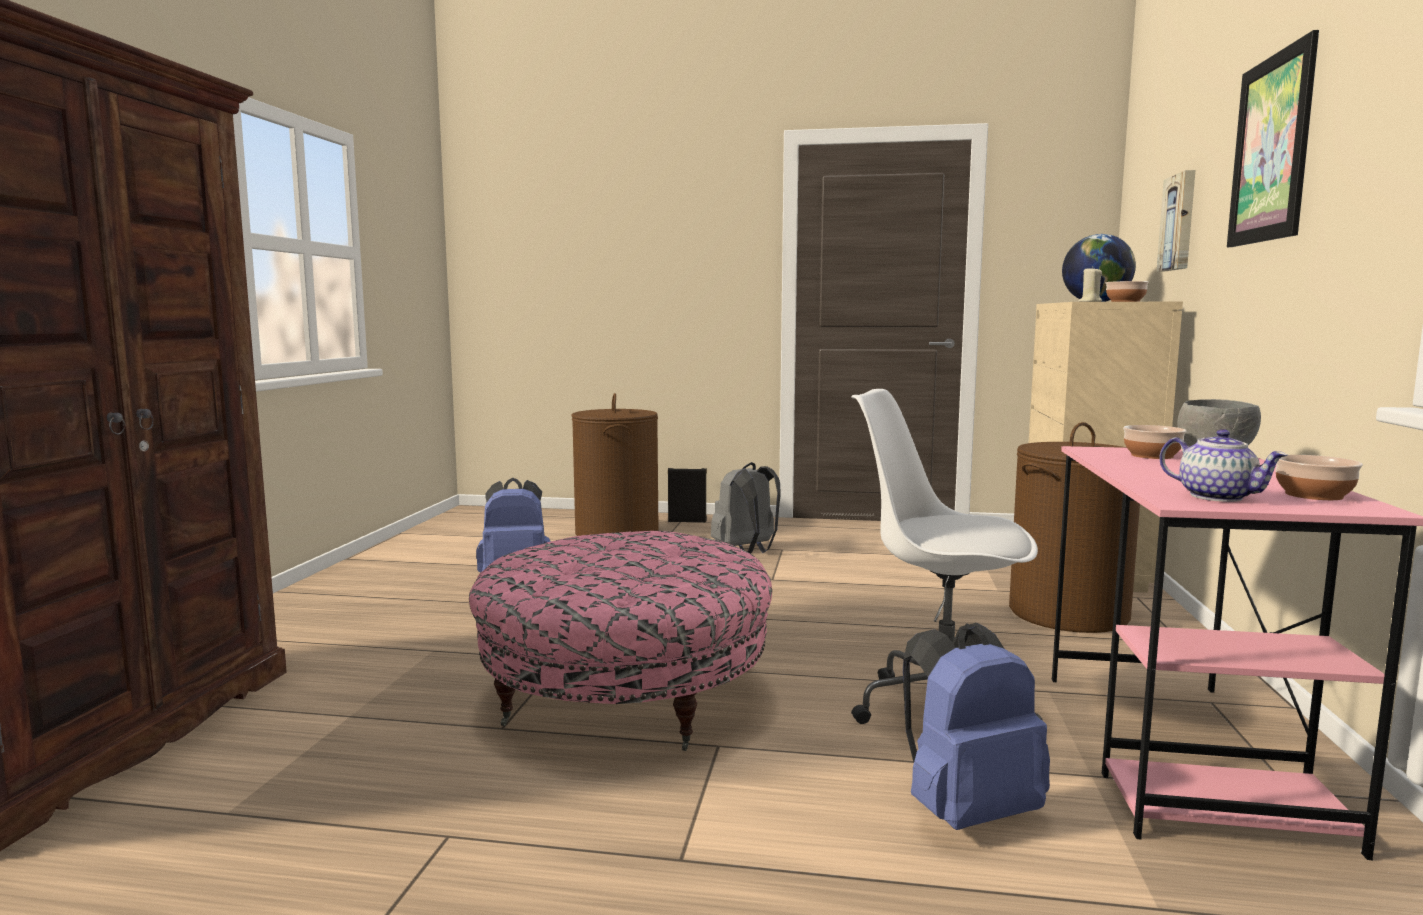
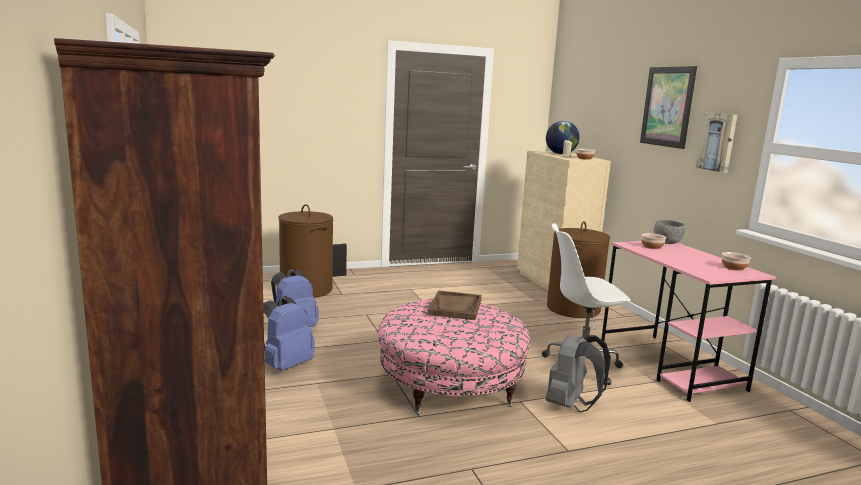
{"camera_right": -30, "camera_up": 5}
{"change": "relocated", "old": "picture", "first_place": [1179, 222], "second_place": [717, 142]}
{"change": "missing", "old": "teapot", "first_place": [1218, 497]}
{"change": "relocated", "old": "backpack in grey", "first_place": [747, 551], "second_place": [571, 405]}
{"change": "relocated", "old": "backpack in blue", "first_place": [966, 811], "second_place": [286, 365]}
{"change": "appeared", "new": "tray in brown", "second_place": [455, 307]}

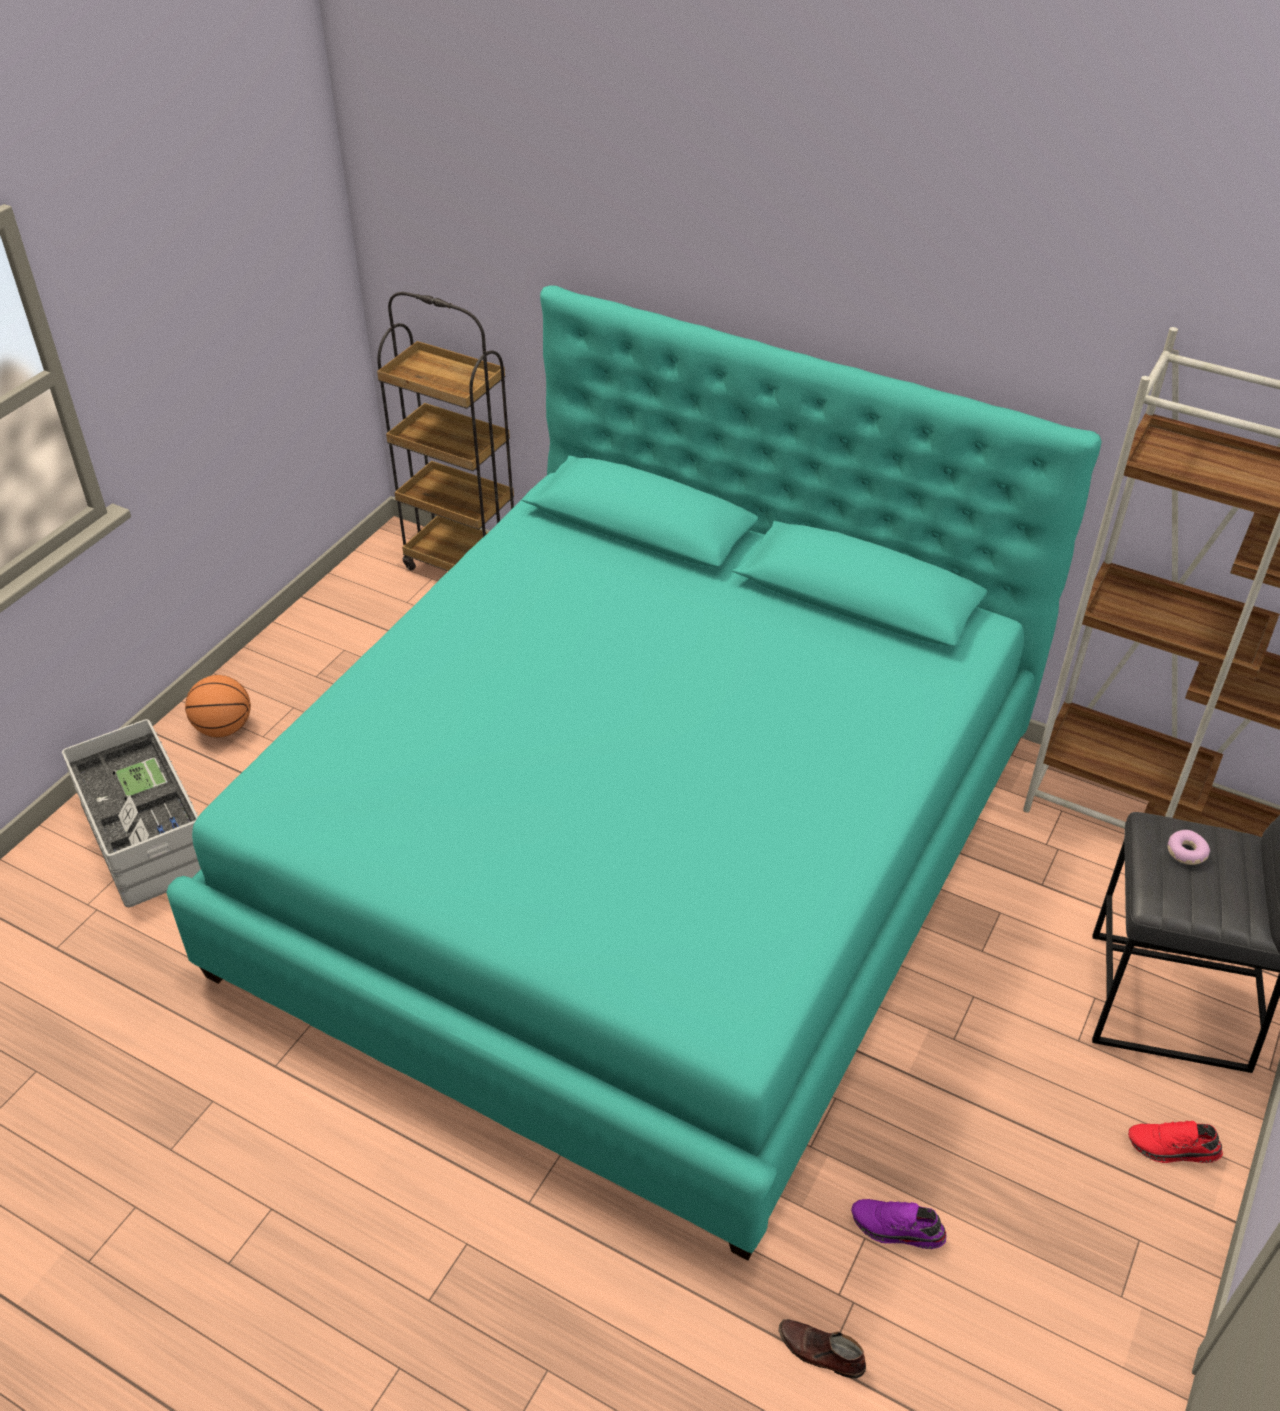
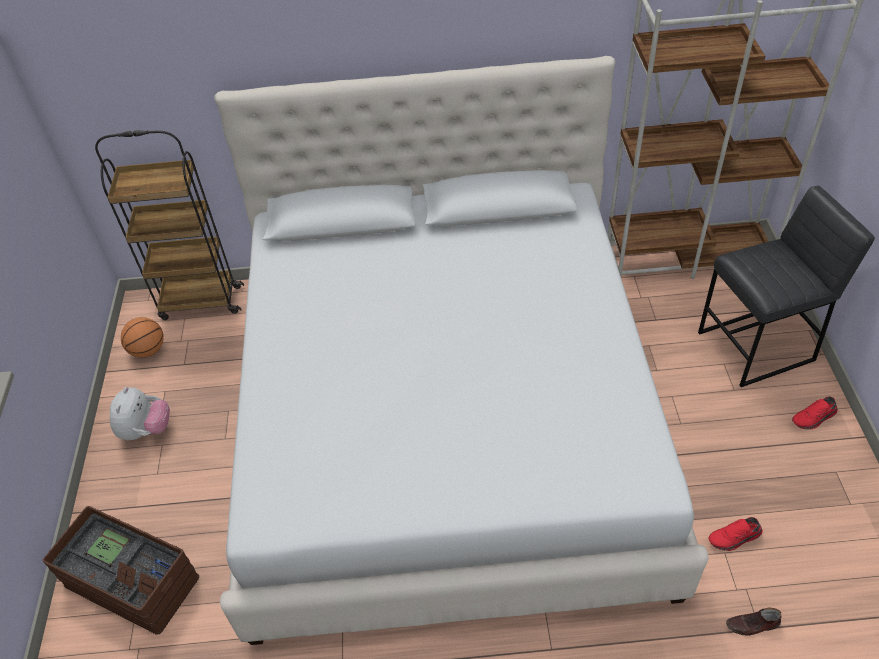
{"camera_right": -30, "camera_up": 5}
{"change": "colour", "old": "bed in turquoise", "new": "bed in white", "first_place": [641, 851], "second_place": [446, 415]}
{"change": "relocated", "old": "basketball", "first_place": [224, 728], "second_place": [148, 350]}
{"change": "colour", "old": "storage box in grey", "new": "storage box in brown", "first_place": [148, 834], "second_place": [132, 579]}
{"change": "missing", "old": "donut", "first_place": [1186, 852]}
{"change": "colour", "old": "shoe in purple", "new": "shoe in red", "first_place": [896, 1229], "second_place": [734, 538]}
{"change": "appeared", "new": "plush toy", "second_place": [146, 430]}

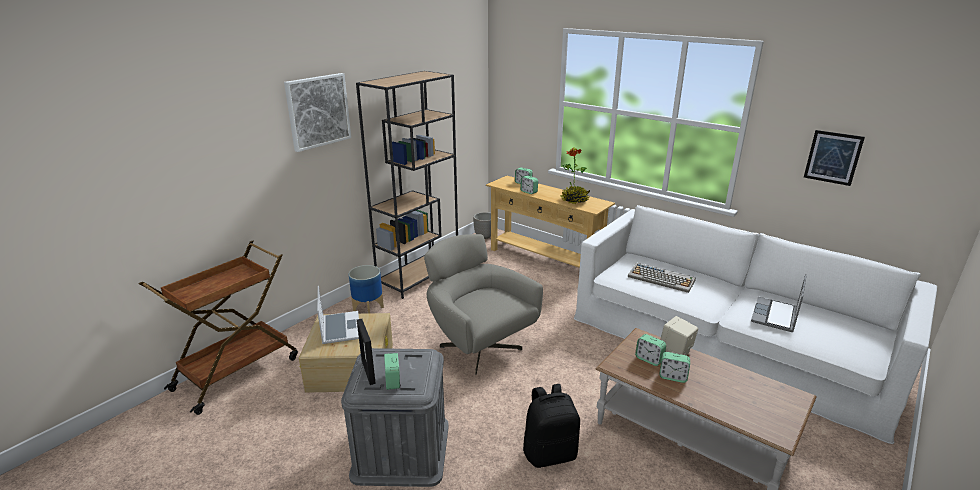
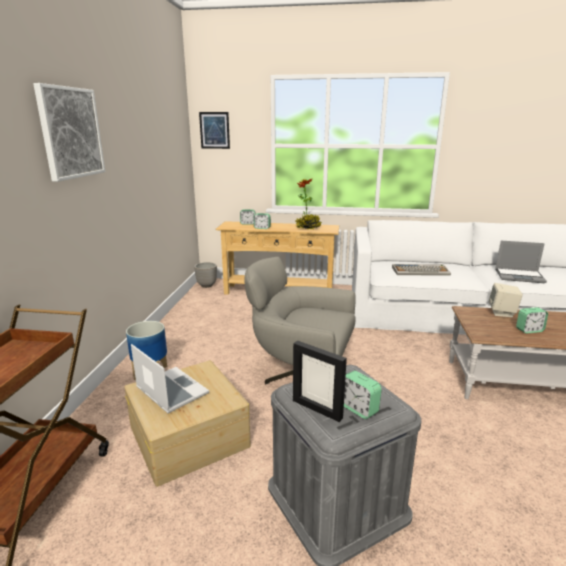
{"camera_right": -30, "camera_up": -5}
{"change": "missing", "old": "bookcase", "first_place": [419, 276]}
{"change": "relocated", "old": "picture", "first_place": [833, 157], "second_place": [214, 130]}
{"change": "spun", "old": "laptop", "first_place": [775, 316], "second_place": [519, 276], "degrees": -75}
{"change": "missing", "old": "alarm clock", "first_place": [649, 359]}
{"change": "missing", "old": "backpack in black", "first_place": [550, 453]}

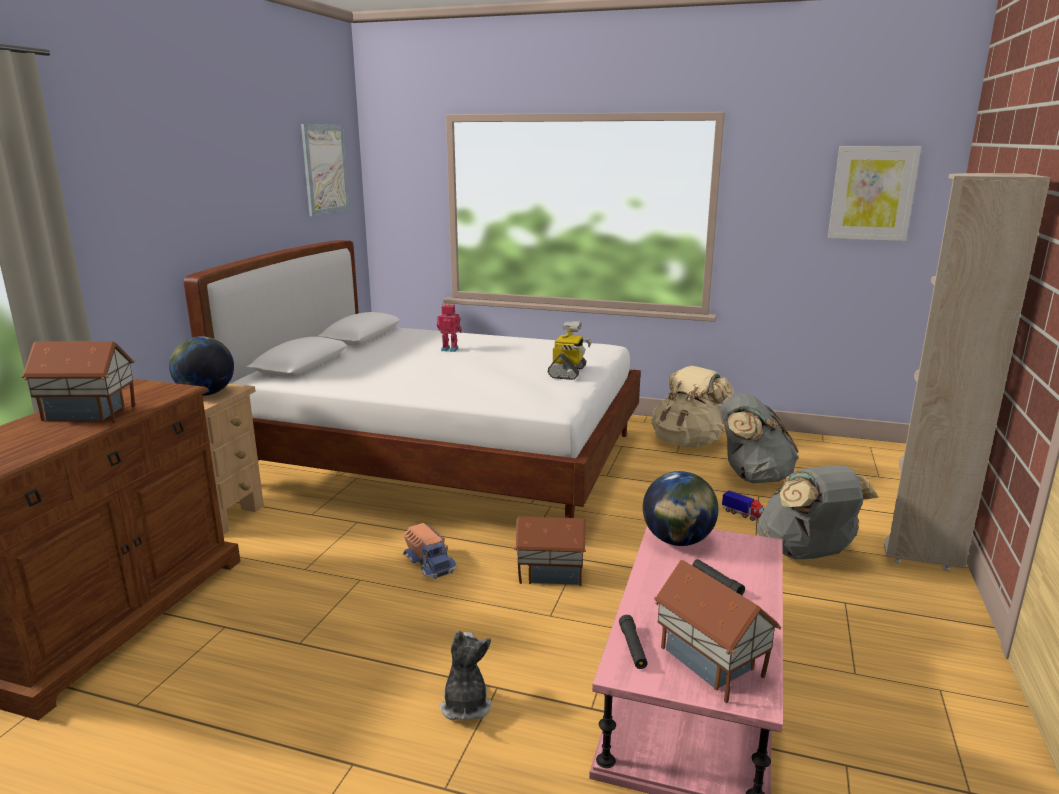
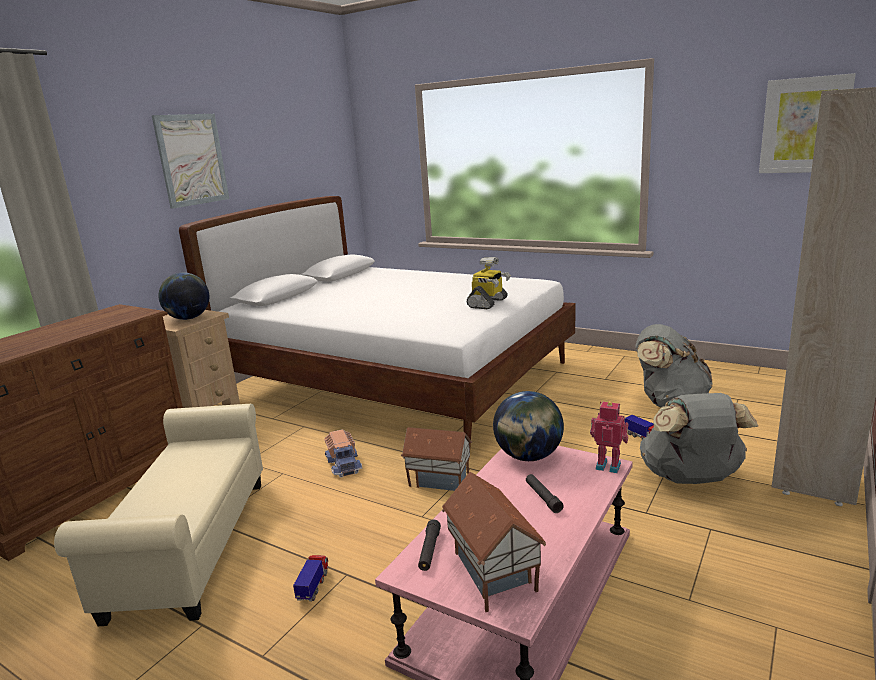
{"camera_right": 15, "camera_up": 0}
{"change": "relocated", "old": "picture", "first_place": [325, 169], "second_place": [192, 160]}
{"change": "relocated", "old": "toy robot", "first_place": [450, 349], "second_place": [608, 465]}
{"change": "missing", "old": "toy house", "first_place": [88, 414]}
{"change": "missing", "old": "backpack in beige", "first_place": [687, 442]}
{"change": "exchanged", "old": "plush toy", "new": "toy truck", "first_place": [465, 705], "second_place": [313, 586]}
{"change": "appeared", "new": "ottoman in beige", "second_place": [191, 544]}

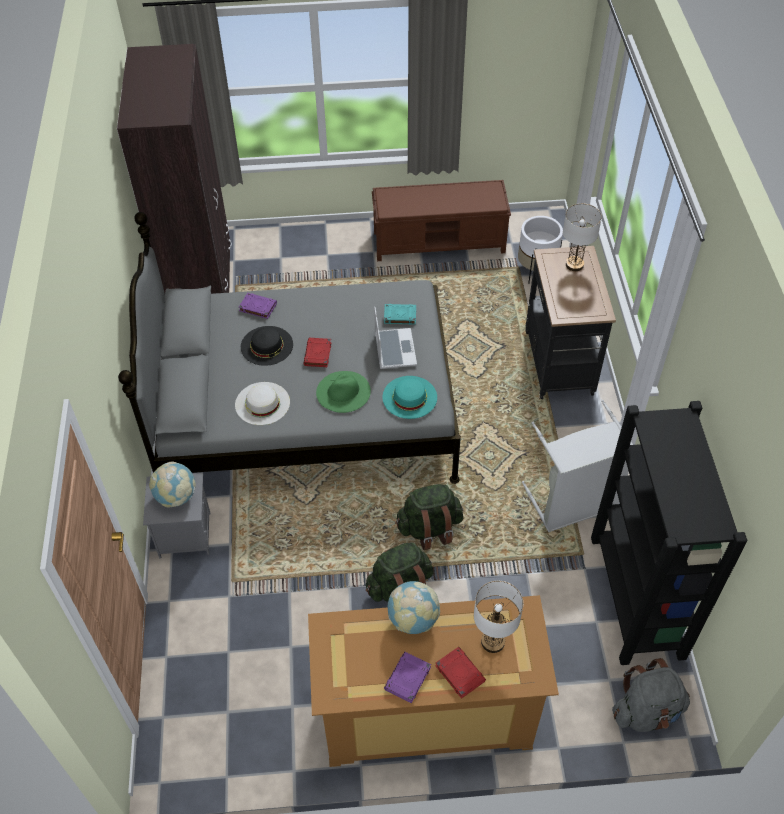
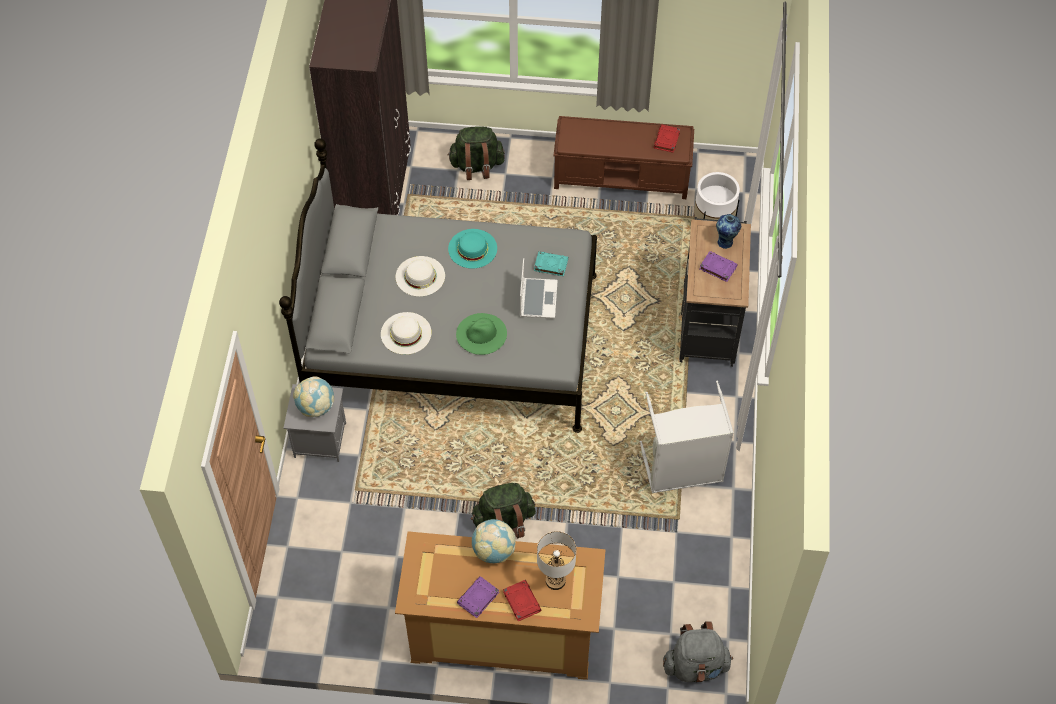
{"camera_right": 10, "camera_up": 5}
{"change": "exchanged", "old": "table lamp", "new": "vase", "first_place": [574, 265], "second_place": [726, 242]}
{"change": "relocated", "old": "book in purple", "first_place": [257, 307], "second_place": [717, 267]}
{"change": "colour", "old": "hat in black", "new": "hat in white", "first_place": [267, 345], "second_place": [420, 276]}
{"change": "relocated", "old": "book in red", "first_place": [318, 354], "second_place": [667, 140]}
{"change": "relocated", "old": "hat in turquoise", "first_place": [409, 397], "second_place": [472, 248]}
{"change": "missing", "old": "bookcase in black", "first_place": [637, 596]}
{"change": "relocated", "old": "backpack in green", "first_place": [429, 528], "second_place": [477, 166]}

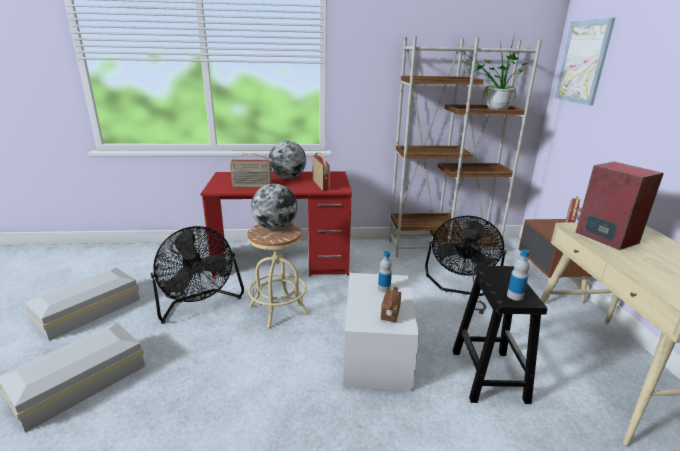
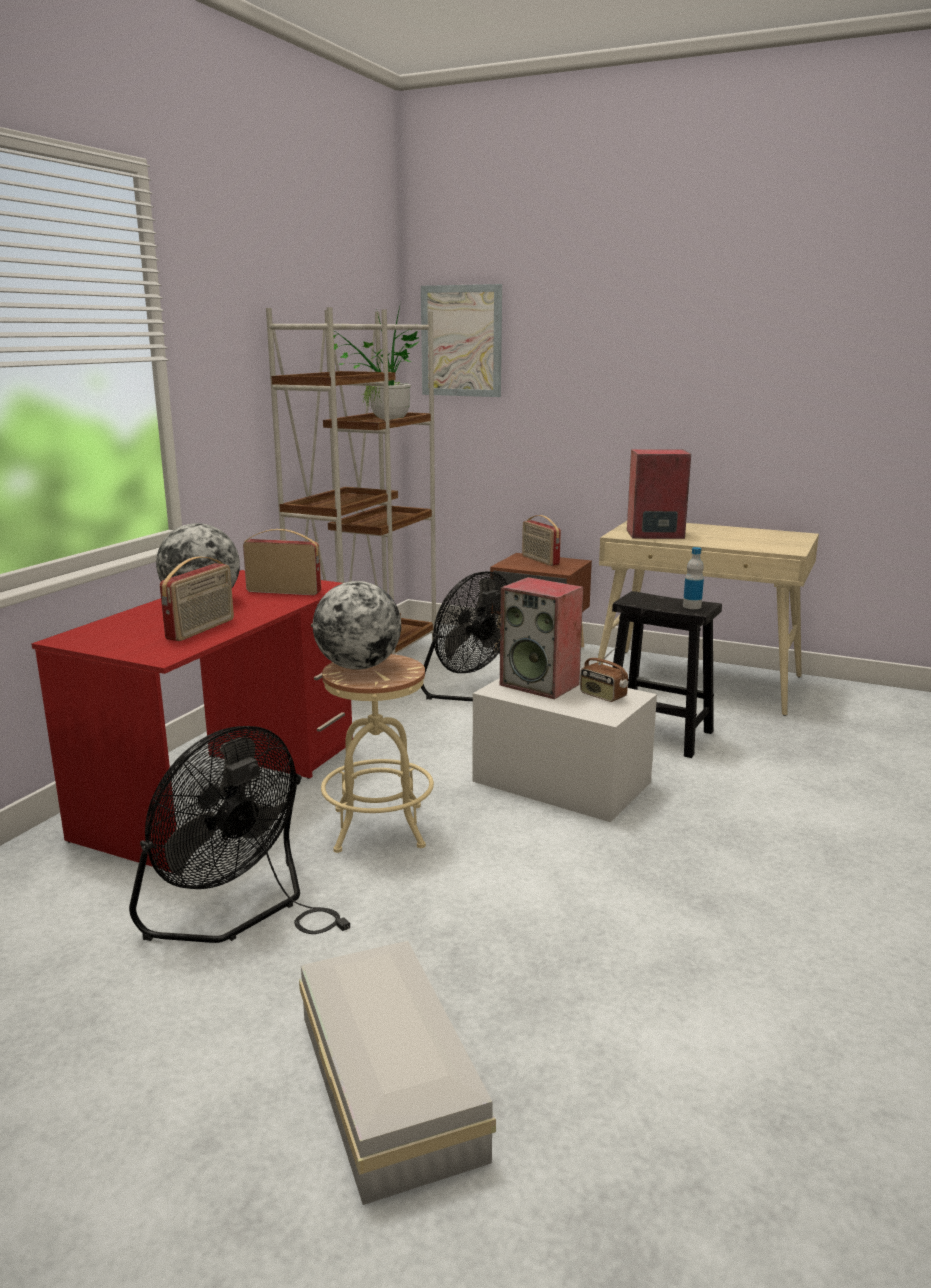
{"camera_right": -60, "camera_up": -5}
{"change": "spun", "old": "fan in black", "first_place": [195, 303], "second_place": [250, 909], "degrees": -135}
{"change": "exchanged", "old": "bottle", "new": "speaker", "first_place": [384, 289], "second_place": [541, 685]}
{"change": "missing", "old": "storage box in white", "first_place": [86, 311]}

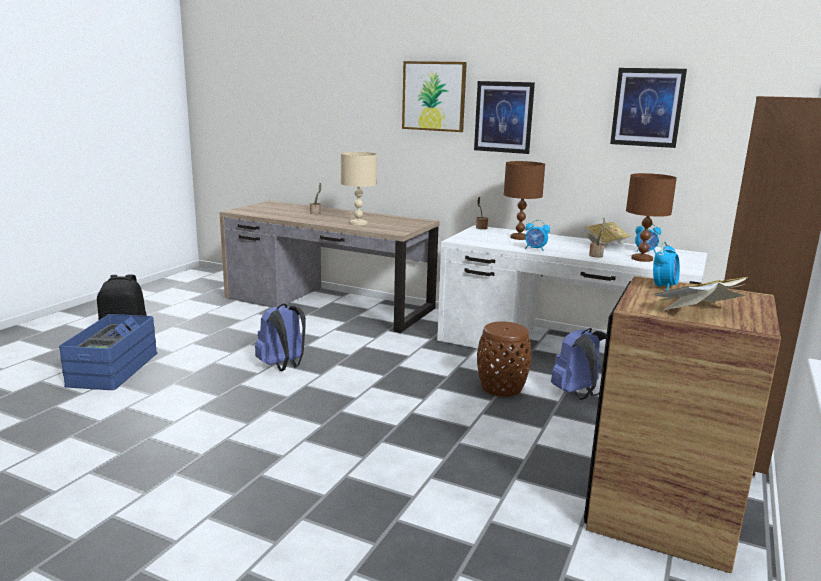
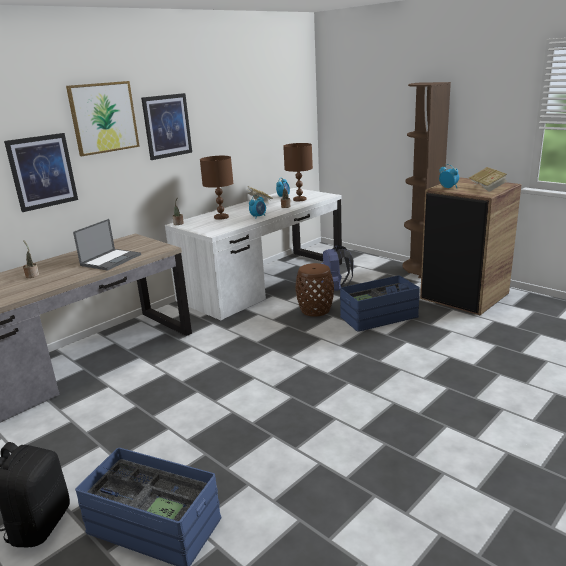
{"camera_right": -70, "camera_up": 5}
{"change": "relocated", "old": "picture", "first_place": [647, 107], "second_place": [42, 172]}
{"change": "exchanged", "old": "table lamp in beige", "new": "laptop", "first_place": [359, 223], "second_place": [111, 260]}
{"change": "missing", "old": "backpack in blue", "first_place": [283, 366]}
{"change": "appeared", "new": "storage box in blue", "second_place": [378, 316]}

